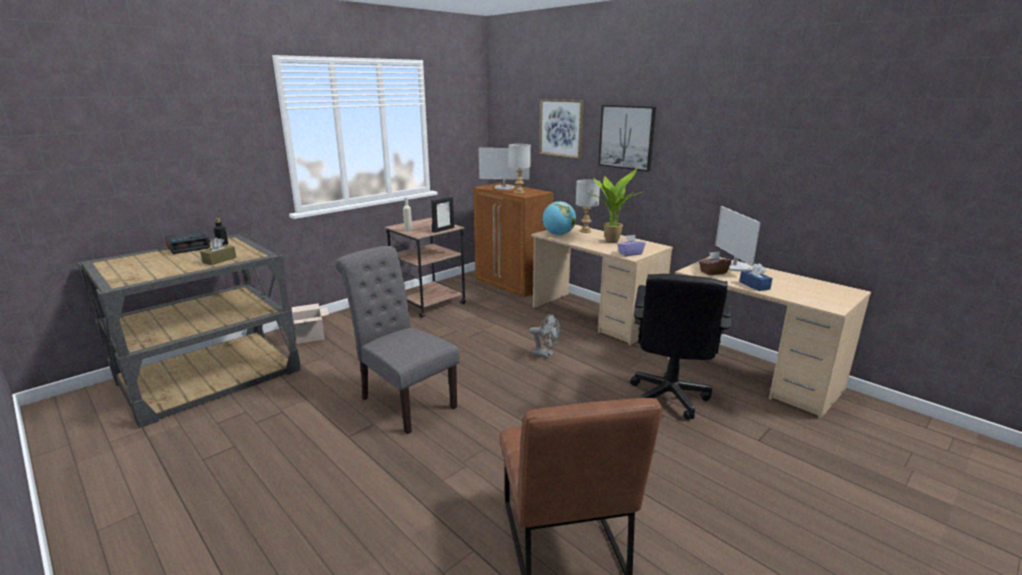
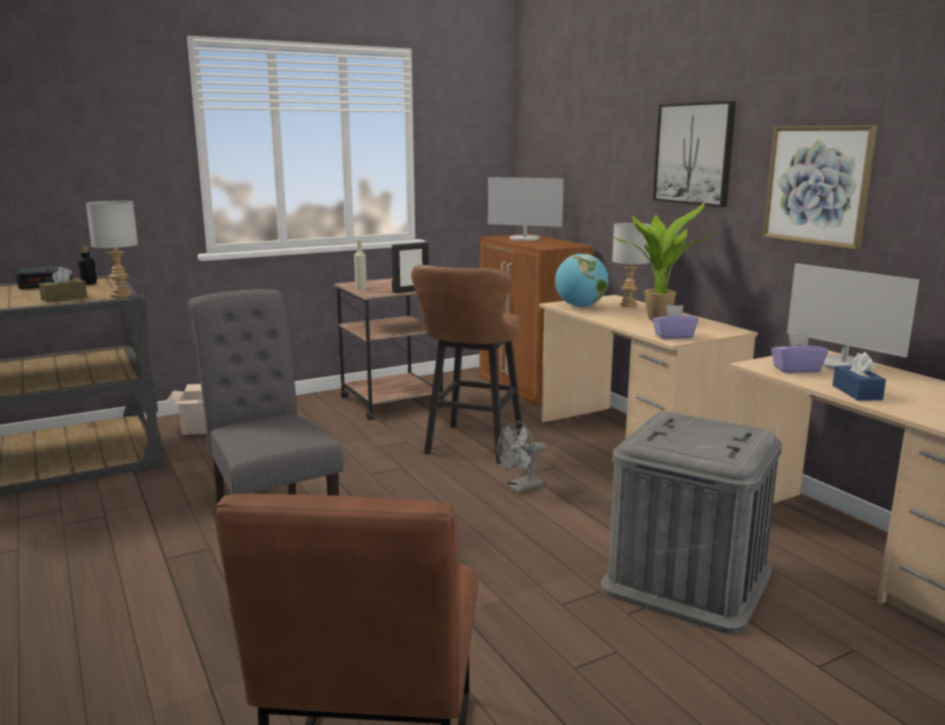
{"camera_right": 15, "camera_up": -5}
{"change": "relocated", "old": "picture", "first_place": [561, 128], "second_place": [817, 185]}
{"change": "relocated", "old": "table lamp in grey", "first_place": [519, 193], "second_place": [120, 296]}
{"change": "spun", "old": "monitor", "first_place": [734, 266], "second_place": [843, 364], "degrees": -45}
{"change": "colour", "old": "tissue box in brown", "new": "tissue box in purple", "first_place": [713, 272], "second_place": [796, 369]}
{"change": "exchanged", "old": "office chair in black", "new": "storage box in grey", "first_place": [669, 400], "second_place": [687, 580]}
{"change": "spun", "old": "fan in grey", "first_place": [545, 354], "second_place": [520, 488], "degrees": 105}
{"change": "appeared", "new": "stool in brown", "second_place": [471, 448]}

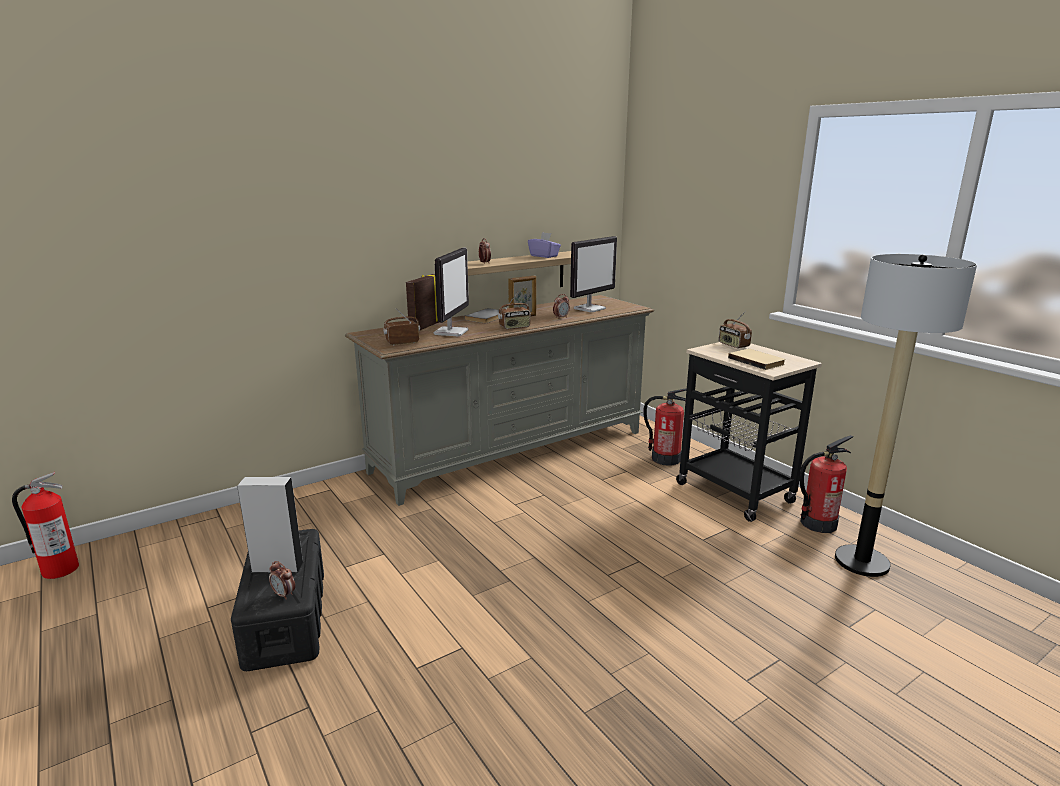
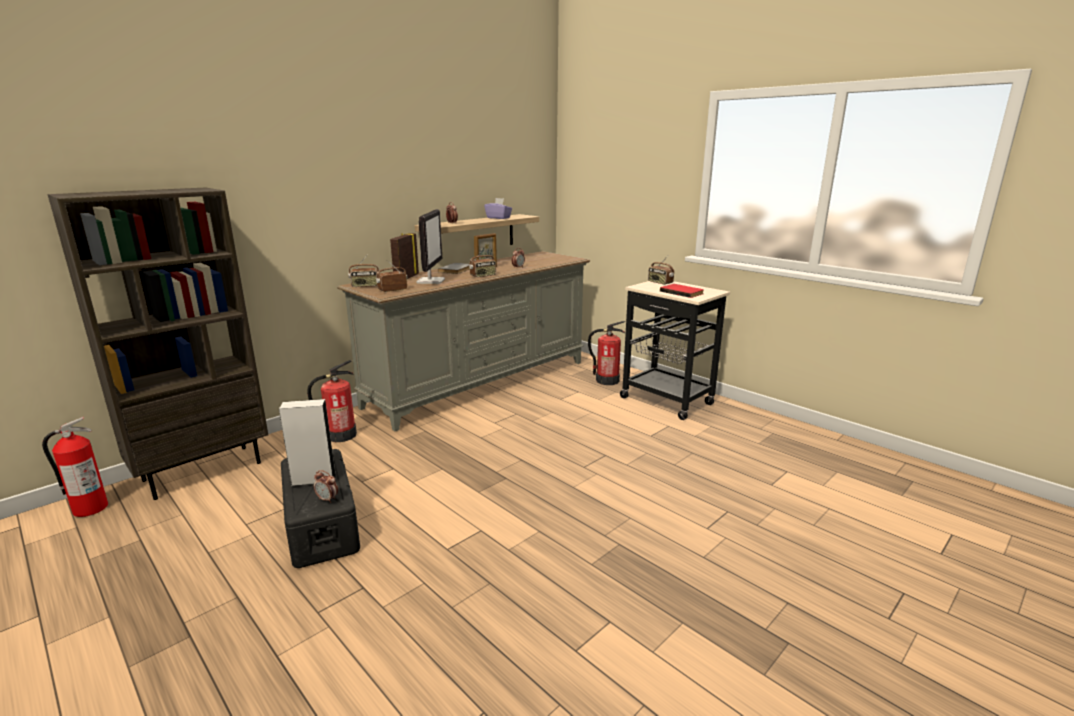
{"camera_right": -10, "camera_up": 0}
{"change": "missing", "old": "monitor", "first_place": [590, 308]}
{"change": "missing", "old": "floor lamp", "first_place": [862, 562]}
{"change": "colour", "old": "book in beige", "new": "book in red", "first_place": [757, 361], "second_place": [682, 292]}
{"change": "relocated", "old": "fire extinguisher", "first_place": [817, 523], "second_place": [340, 435]}
{"change": "appeared", "new": "bookcase in brown", "second_place": [203, 470]}
{"change": "appeared", "new": "radio", "second_place": [365, 286]}

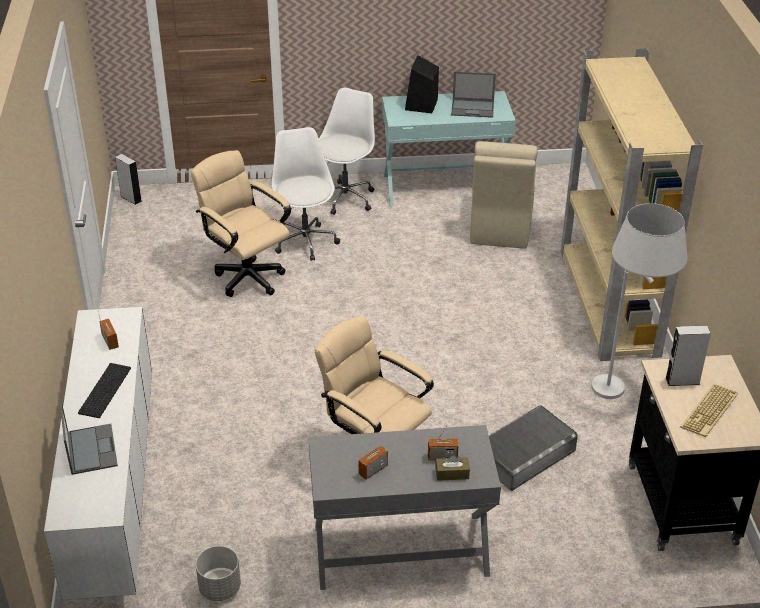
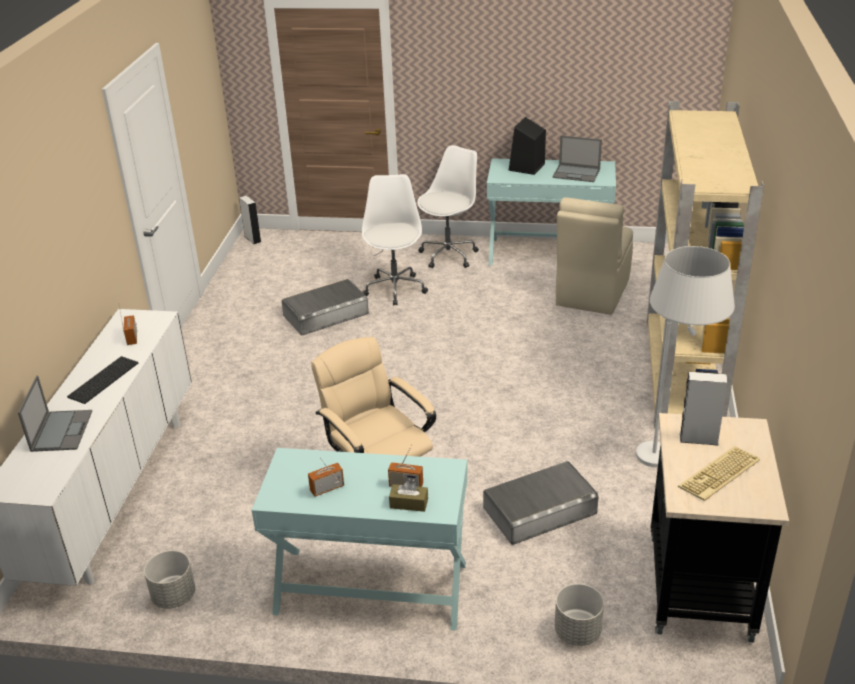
{"camera_right": 15, "camera_up": -5}
{"change": "exchanged", "old": "office chair in beige", "new": "storage box in grey", "first_place": [245, 278], "second_place": [326, 314]}
{"change": "colour", "old": "desk in grey", "new": "desk in turquoise", "first_place": [400, 551], "second_place": [371, 588]}
{"change": "appeared", "new": "planter in grey", "second_place": [577, 632]}

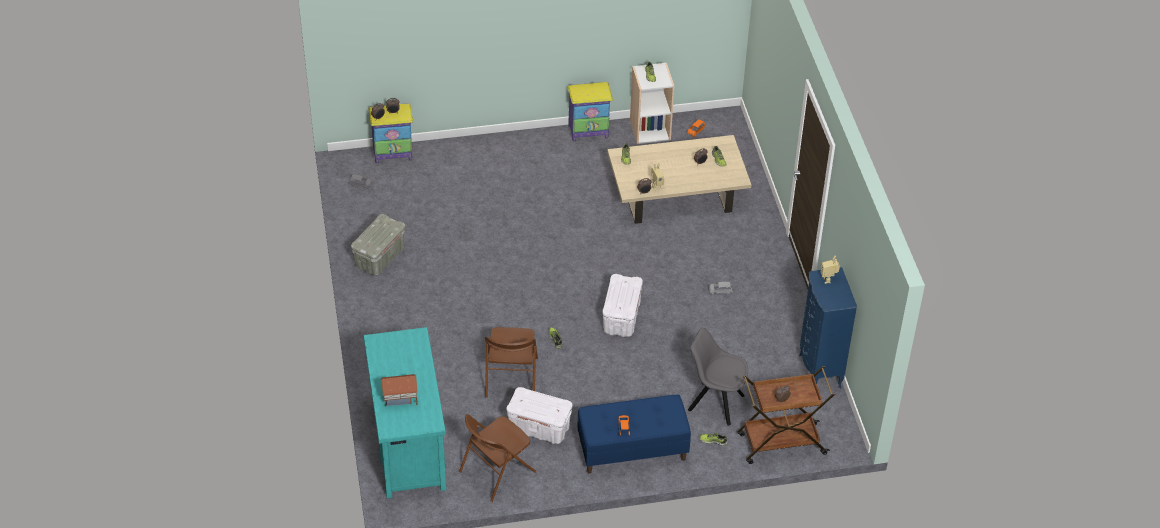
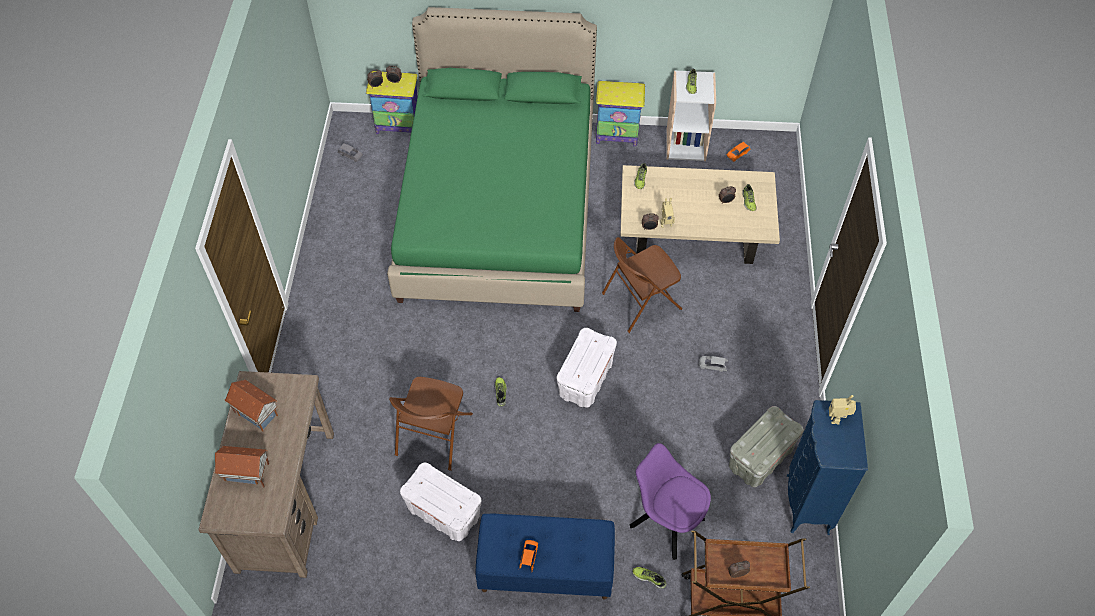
{"camera_right": 15, "camera_up": 10}
{"change": "relocated", "old": "storage box in grey", "first_place": [380, 258], "second_place": [760, 458]}
{"change": "colour", "old": "desk in turquoise", "new": "desk in brown", "first_place": [407, 443], "second_place": [284, 500]}
{"change": "colour", "old": "chair in grey", "new": "chair in purple", "first_place": [715, 403], "second_place": [666, 522]}
{"change": "relocated", "old": "chair in brown", "first_place": [497, 471], "second_place": [641, 301]}
{"change": "appeared", "new": "bed in green", "second_place": [498, 208]}
{"change": "appeared", "new": "toy house", "second_place": [257, 412]}

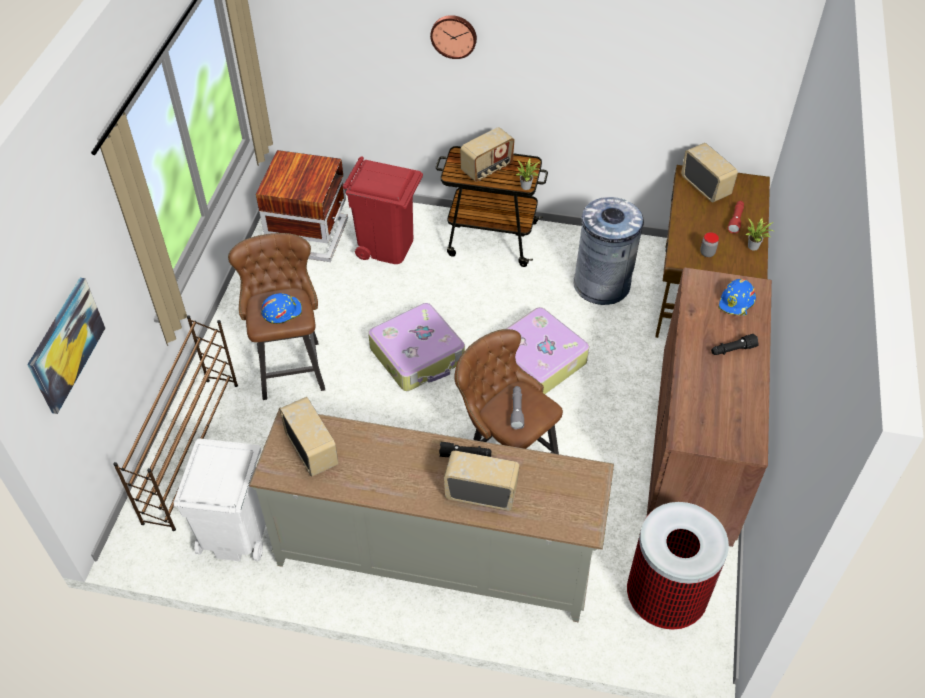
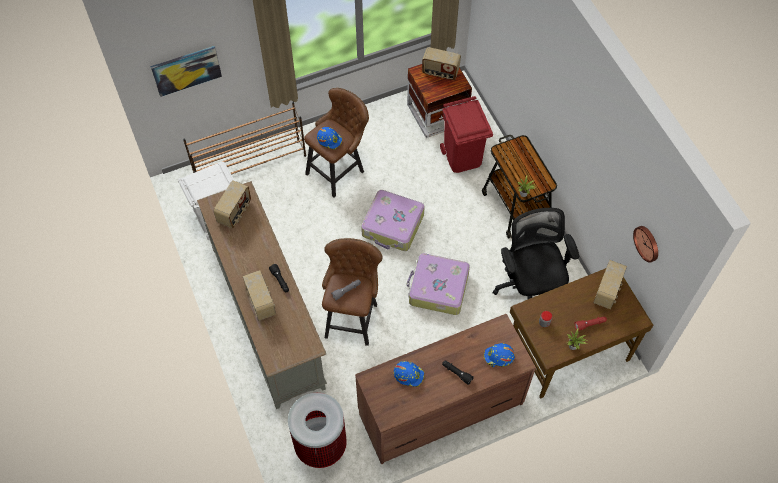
{"camera_right": 55, "camera_up": 10}
{"change": "relocated", "old": "wall clock", "first_place": [454, 35], "second_place": [647, 243]}
{"change": "relocated", "old": "radio", "first_place": [487, 169], "second_place": [440, 72]}
{"change": "exchanged", "old": "trash can in grey", "new": "office chair in black", "first_place": [602, 284], "second_place": [529, 288]}
{"change": "appeared", "new": "hard hat in blue", "second_place": [409, 374]}

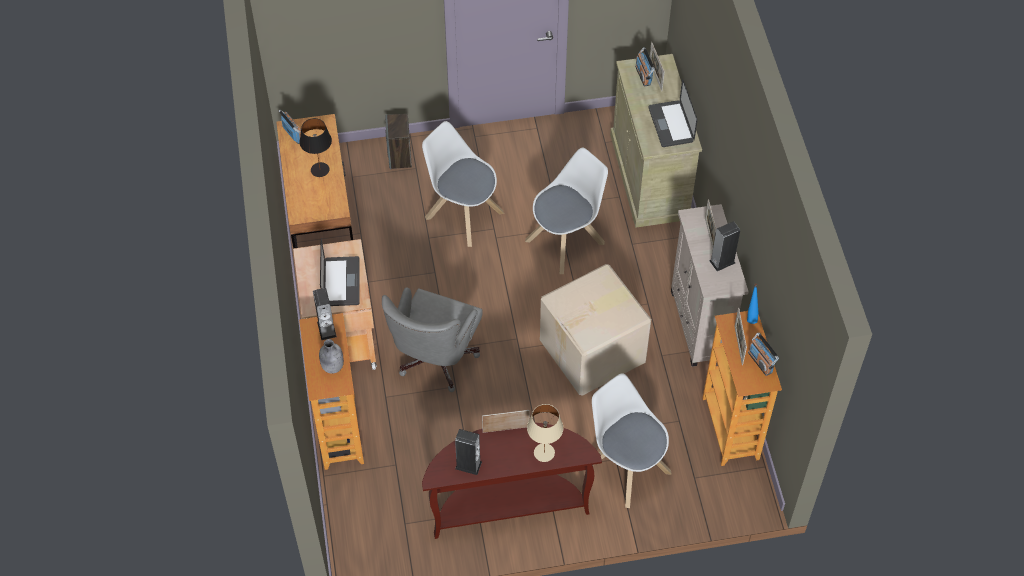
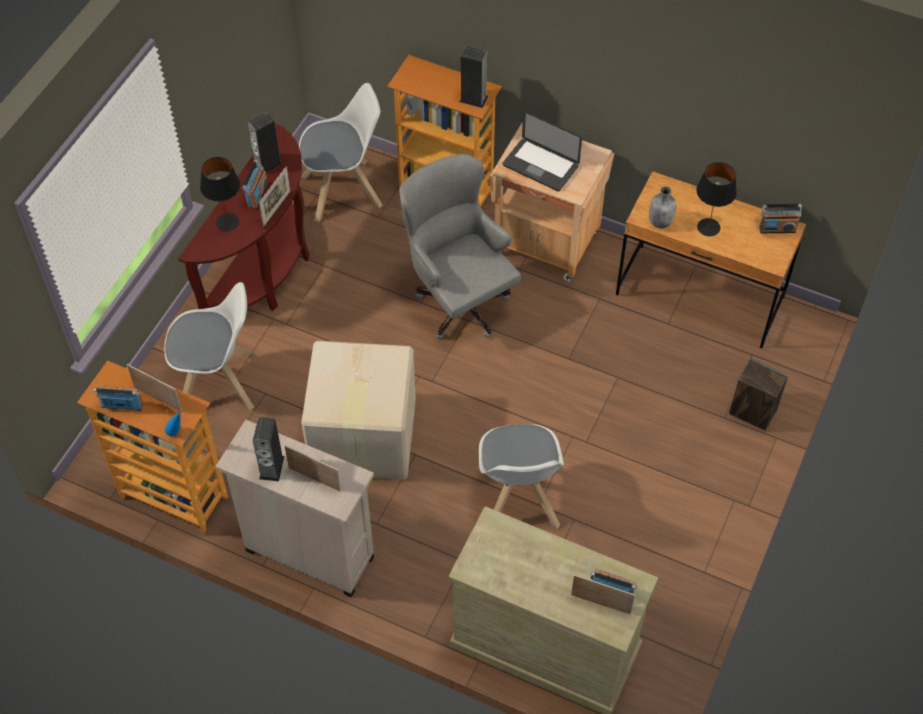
{"camera_right": 125, "camera_up": 0}
{"change": "missing", "old": "laptop", "first_place": [671, 124]}
{"change": "relocated", "old": "chair", "first_place": [462, 214], "second_place": [344, 190]}
{"change": "relocated", "old": "bottle in grey", "first_place": [332, 367], "second_place": [660, 221]}
{"change": "colour", "old": "table lamp in beige", "new": "table lamp in black", "first_place": [543, 453], "second_place": [227, 222]}
{"change": "appeared", "new": "radio", "second_place": [257, 195]}

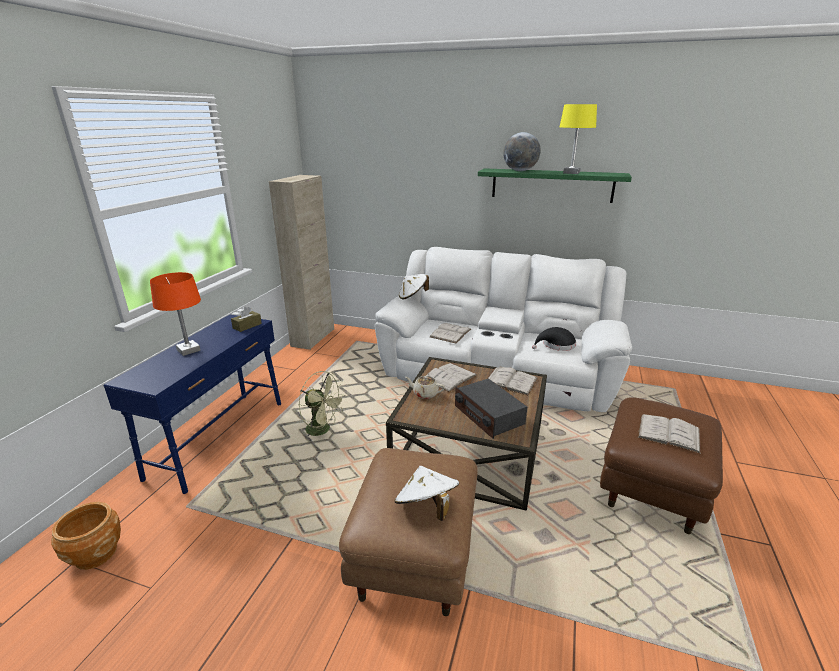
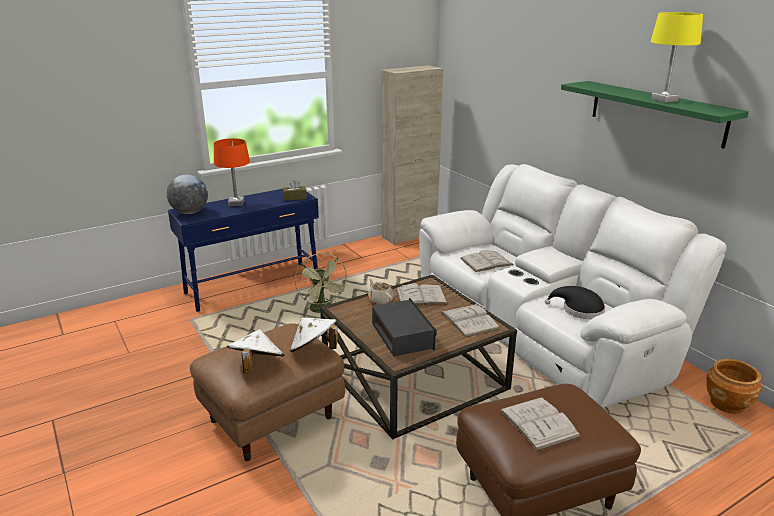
{"camera_right": 40, "camera_up": 0}
{"change": "relocated", "old": "globe", "first_place": [520, 171], "second_place": [190, 212]}
{"change": "relocated", "old": "hat in white", "first_place": [412, 296], "second_place": [314, 350]}
{"change": "spun", "old": "radio", "first_place": [488, 415], "second_place": [403, 336], "degrees": 150}
{"change": "relocated", "old": "planter in brown", "first_place": [96, 553], "second_place": [727, 403]}

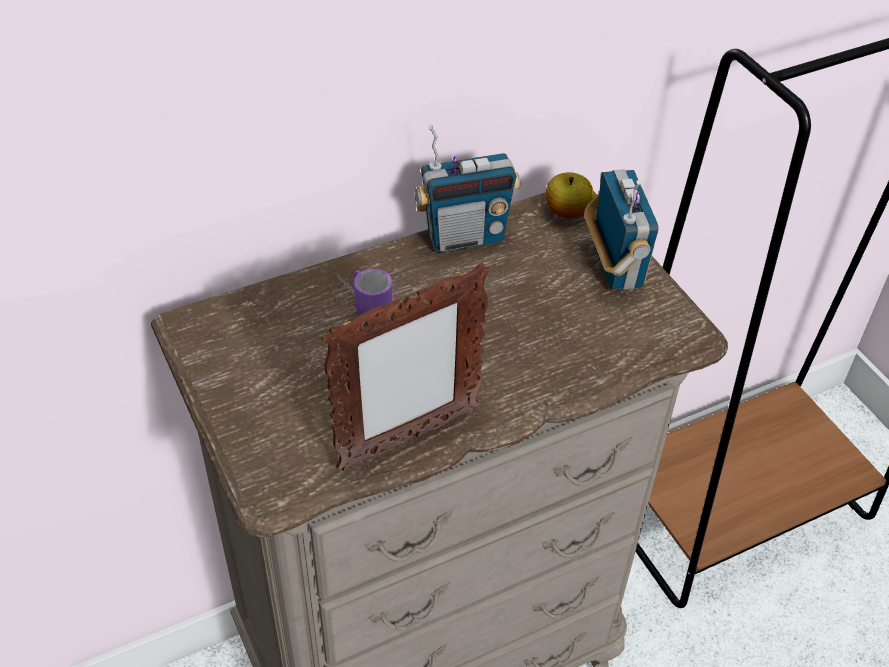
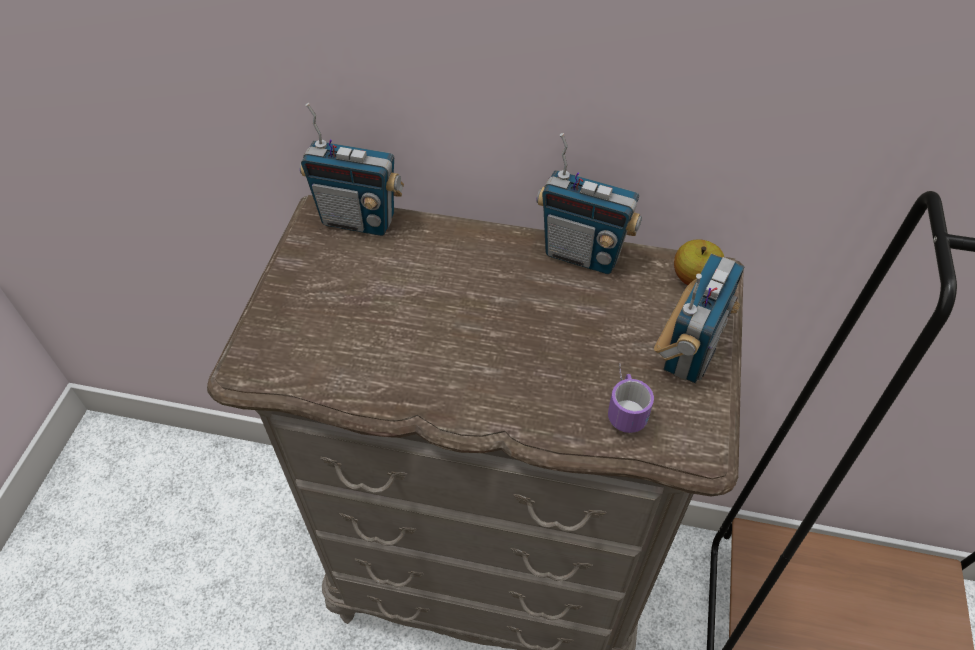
{"camera_right": 40, "camera_up": 5}
{"change": "missing", "old": "picture frame", "first_place": [407, 439]}
{"change": "relocated", "old": "mug", "first_place": [361, 301], "second_place": [624, 402]}
{"change": "appeared", "new": "radio", "second_place": [359, 220]}

